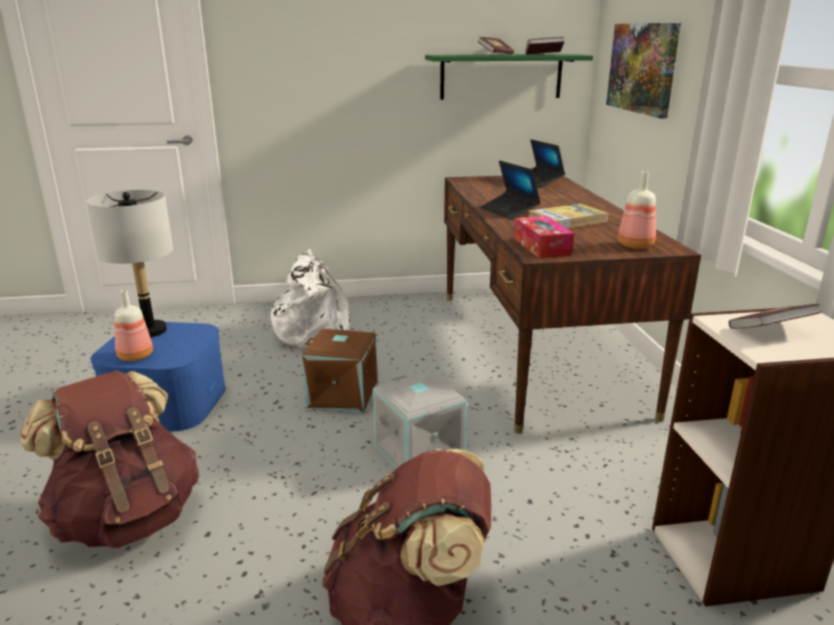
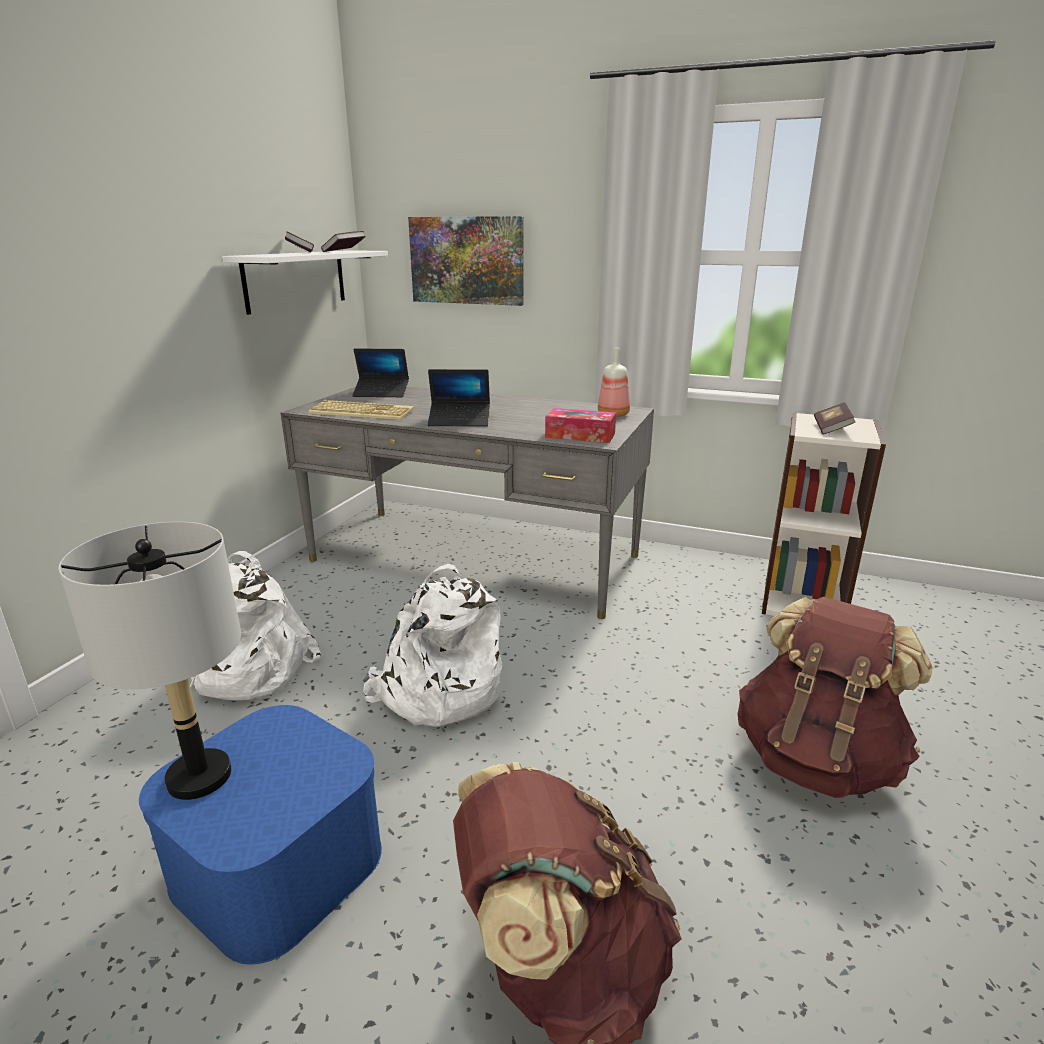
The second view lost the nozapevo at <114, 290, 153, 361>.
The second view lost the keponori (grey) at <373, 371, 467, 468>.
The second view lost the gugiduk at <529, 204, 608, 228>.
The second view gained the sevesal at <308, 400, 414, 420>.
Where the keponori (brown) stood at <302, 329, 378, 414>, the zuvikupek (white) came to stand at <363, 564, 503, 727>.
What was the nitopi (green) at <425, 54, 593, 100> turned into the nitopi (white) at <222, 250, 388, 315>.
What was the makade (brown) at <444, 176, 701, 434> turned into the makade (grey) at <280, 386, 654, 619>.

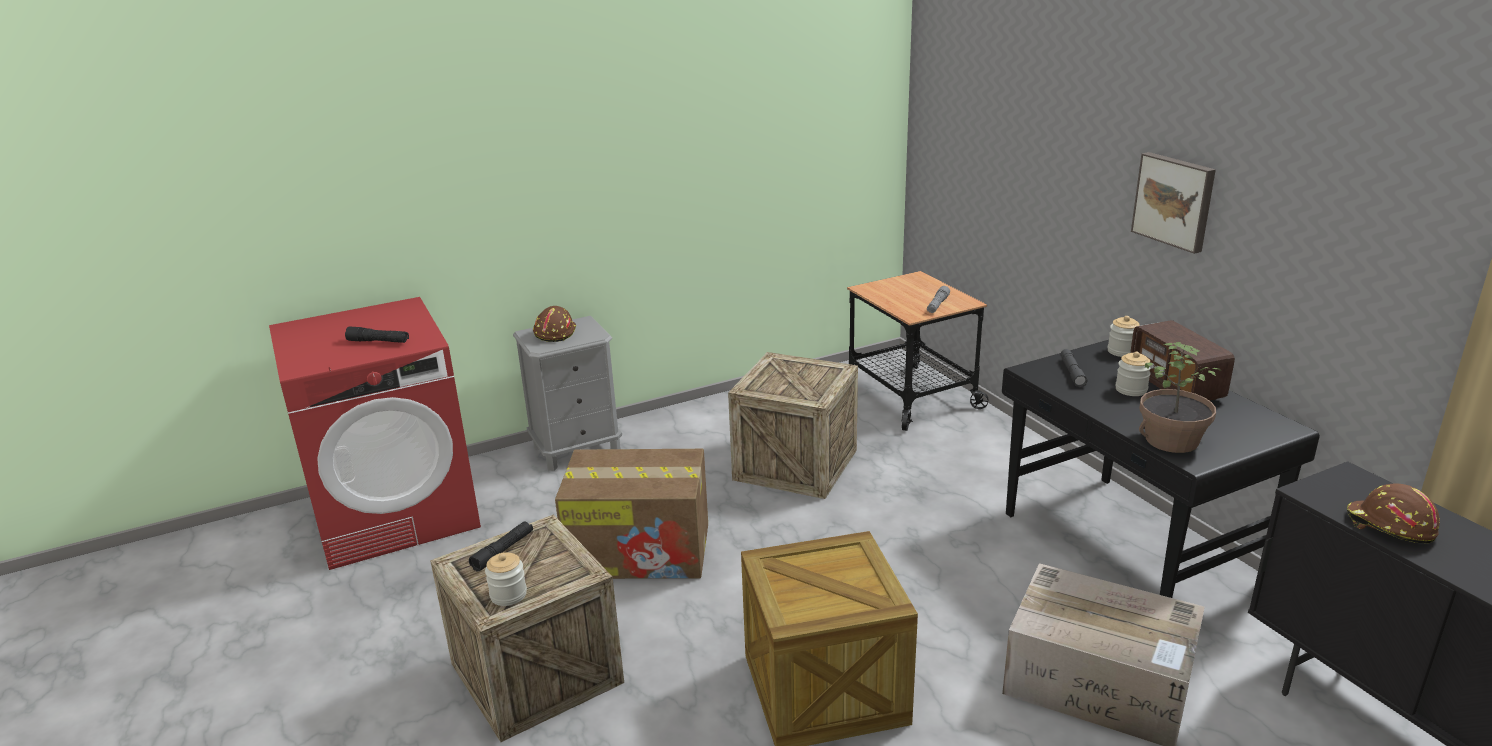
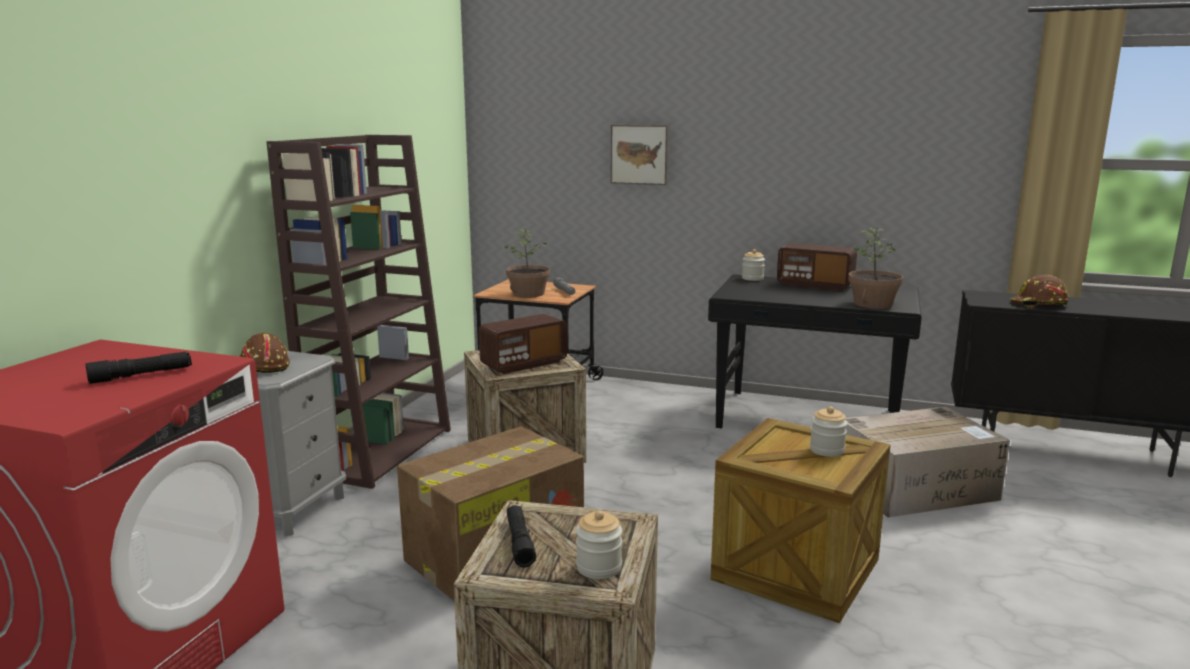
The second view lost the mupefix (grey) at <1061, 349, 1087, 387>.
The second view gained the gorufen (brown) at <267, 135, 451, 489>.
The second view gained the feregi at <479, 314, 567, 374>.
The second view gained the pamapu at <505, 229, 550, 298>.
The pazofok ended up elsewhere, having gone from <1115, 352, 1152, 396> to <810, 406, 847, 457>.
The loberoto ended up elsewhere, having gone from <1131, 152, 1216, 254> to <611, 125, 669, 185>.

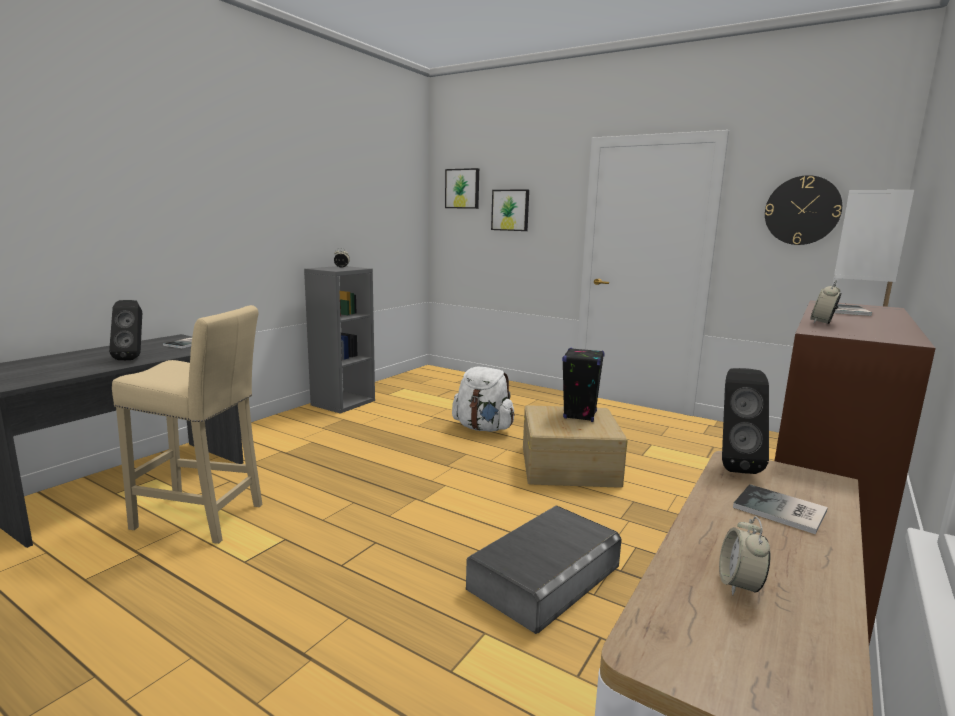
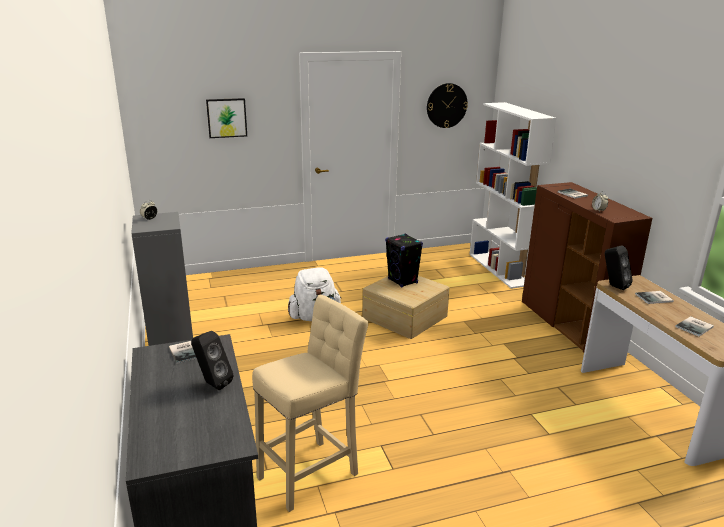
The second view lost the loberoto at <445, 168, 479, 209>.
The second view lost the keponori (grey) at <466, 506, 622, 634>.
Where the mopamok stood at <719, 516, 770, 595>, the gugiduk came to stand at <675, 316, 714, 336>.

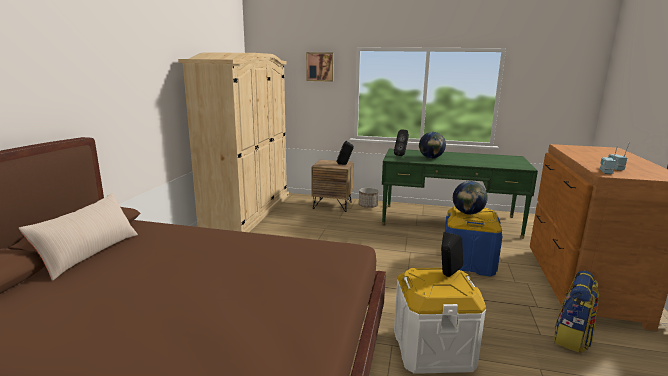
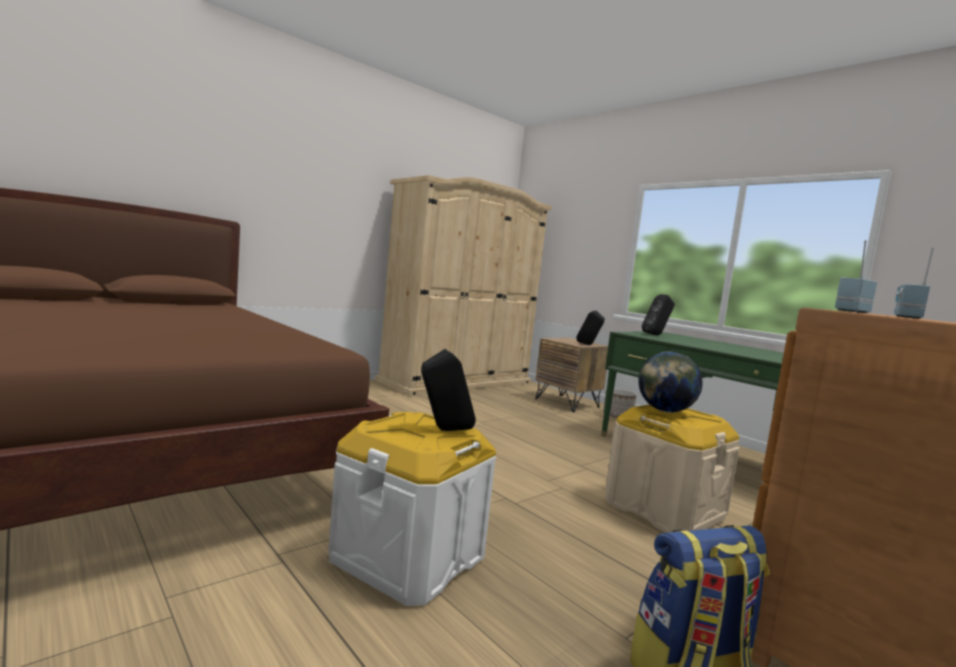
The second view lost the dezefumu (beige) at <18, 193, 138, 281>.
The second view lost the loberoto at <306, 52, 334, 82>.
The second view lost the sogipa at <419, 132, 446, 159>.
What was the keponori (blue) at <445, 206, 503, 277> turned into the keponori (beige) at <605, 404, 739, 533>.

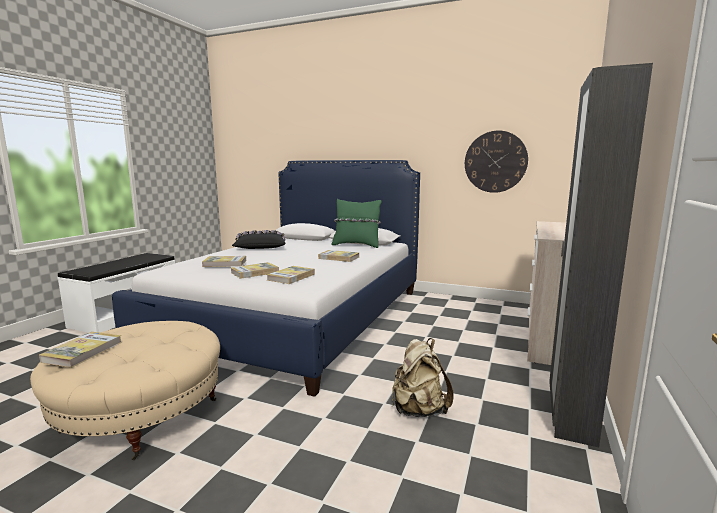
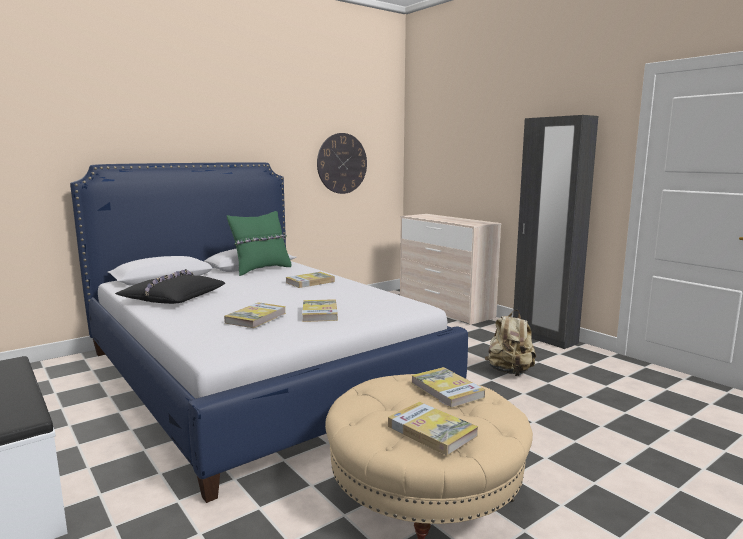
The gugiduk ended up elsewhere, having gone from <267, 266, 315, 284> to <411, 367, 485, 408>.

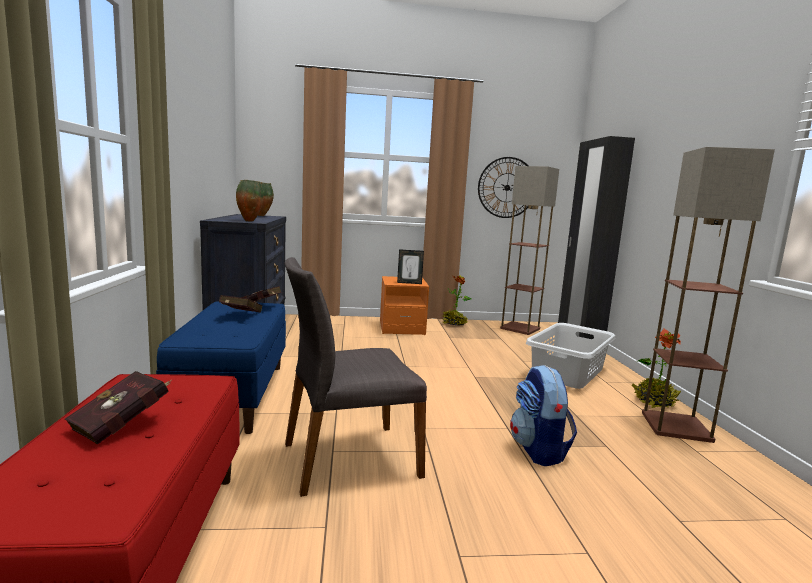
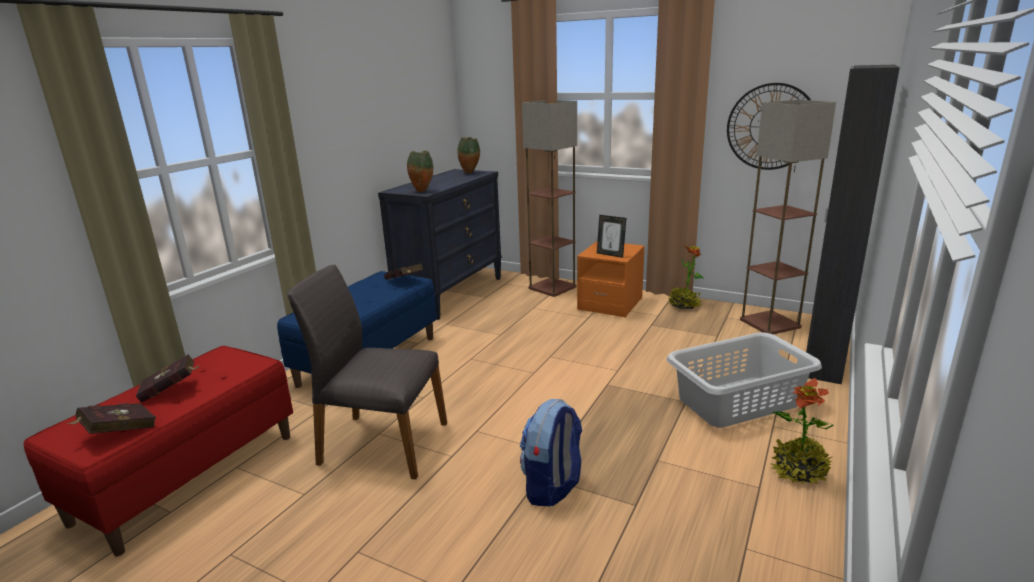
The gugiduk (red) ended up elsewhere, having gone from <219, 295, 263, 313> to <67, 403, 156, 434>.
The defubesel ended up elsewhere, having gone from <642, 147, 775, 443> to <522, 100, 577, 297>.

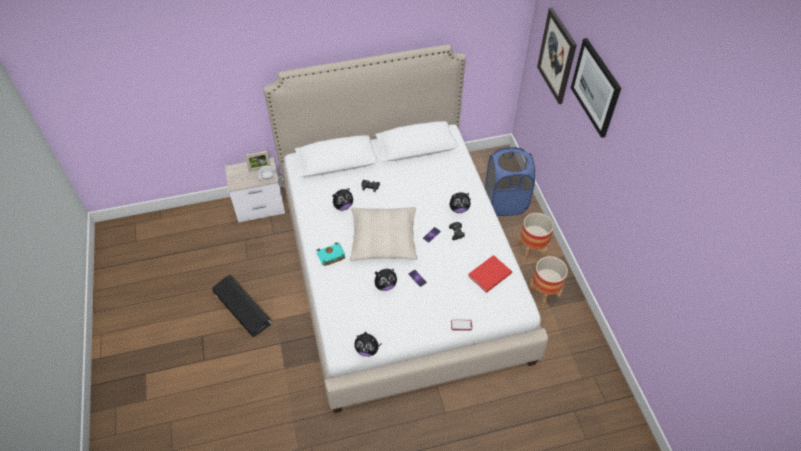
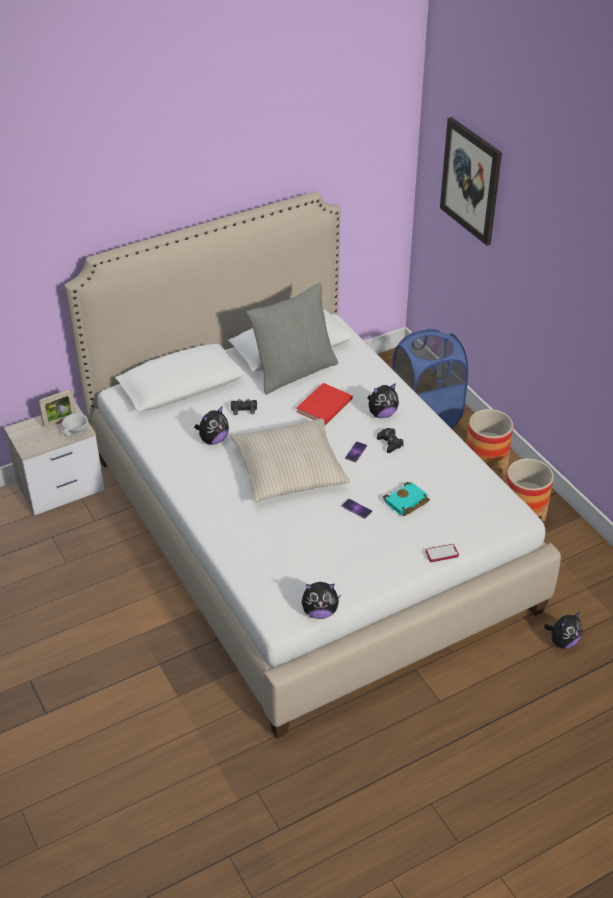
The second view lost the keponori (black) at <212, 275, 272, 338>.
The second view lost the loberoto at <571, 38, 621, 138>.
The second view gained the dezefumu (grey) at <246, 283, 338, 395>.
The gugiduk (turquoise) ended up elsewhere, having gone from <317, 242, 345, 266> to <383, 482, 430, 516>.
The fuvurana ended up elsewhere, having gone from <374, 269, 397, 291> to <544, 612, 582, 649>.
The gugiduk (red) ended up elsewhere, having gone from <468, 255, 512, 293> to <296, 383, 353, 425>.

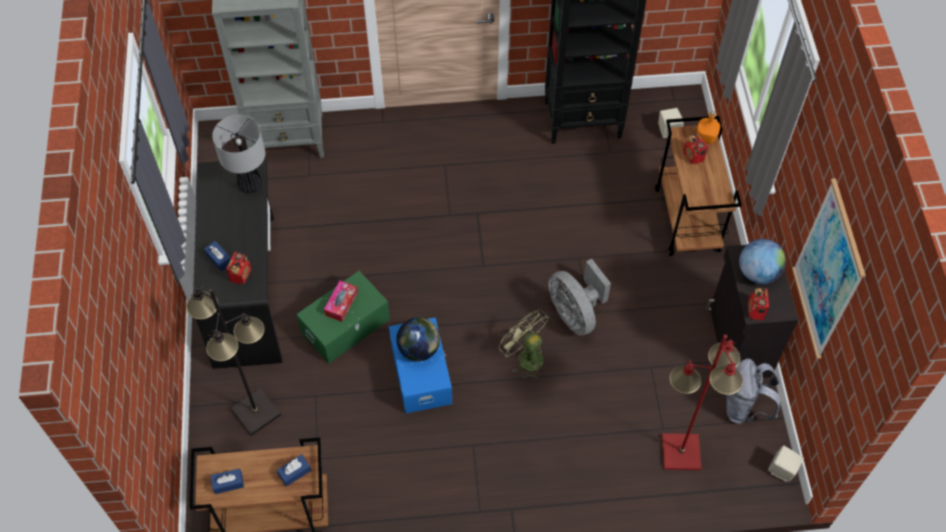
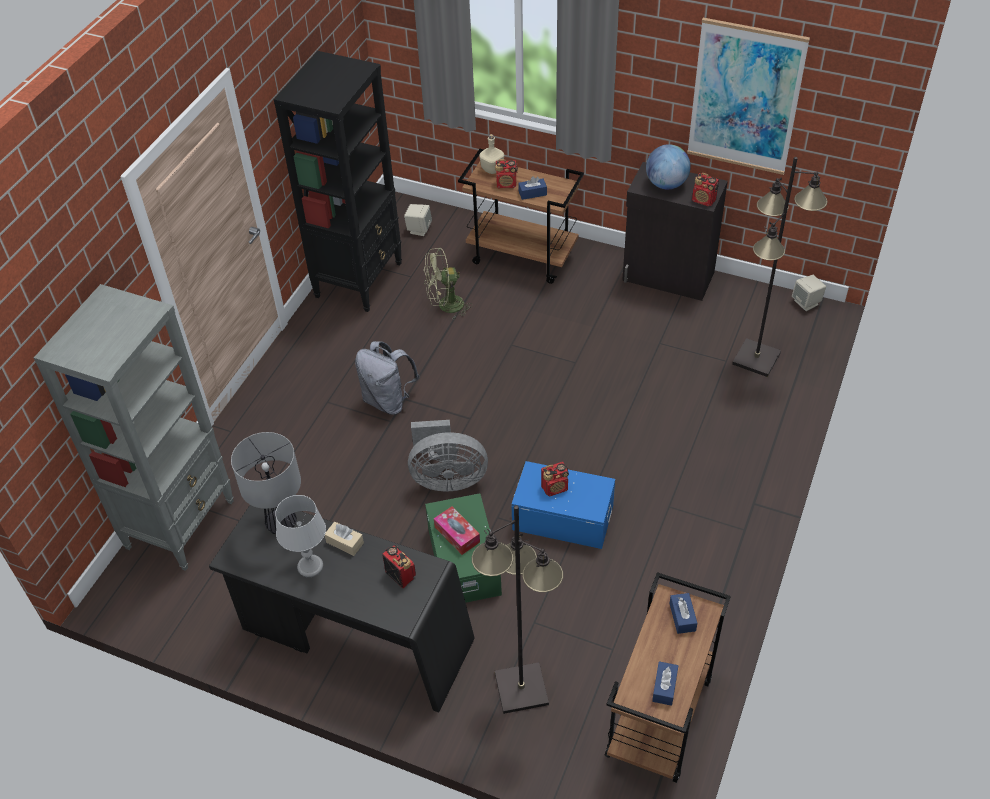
The second view gained the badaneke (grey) at <275, 495, 326, 577>.
The second view gained the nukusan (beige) at <325, 522, 364, 556>.
The nukusan (blue) ended up elsewhere, having gone from <204, 241, 231, 271> to <518, 176, 547, 200>.
The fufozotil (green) ended up elsewhere, having gone from <499, 310, 549, 378> to <425, 248, 473, 319>.
The fufozotil (grey) ended up elsewhere, having gone from <548, 259, 611, 336> to <408, 420, 488, 491>.
The zuvikupek (grey) ended up elsewhere, having gone from <726, 359, 781, 424> to <355, 341, 420, 415>.
Where the sogipa stood at <396, 318, 440, 361>, the feregi came to stand at <541, 462, 569, 496>.
What was the defubesel (red) at <662, 334, 743, 470> turned into the defubesel (black) at <732, 157, 828, 377>.
What was the nozapevo (orange) at <697, 111, 720, 144> turned into the nozapevo (beige) at <479, 134, 504, 174>.

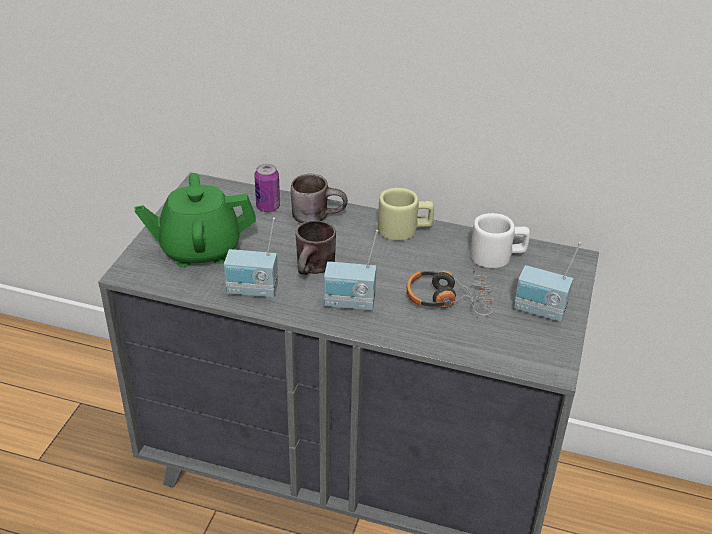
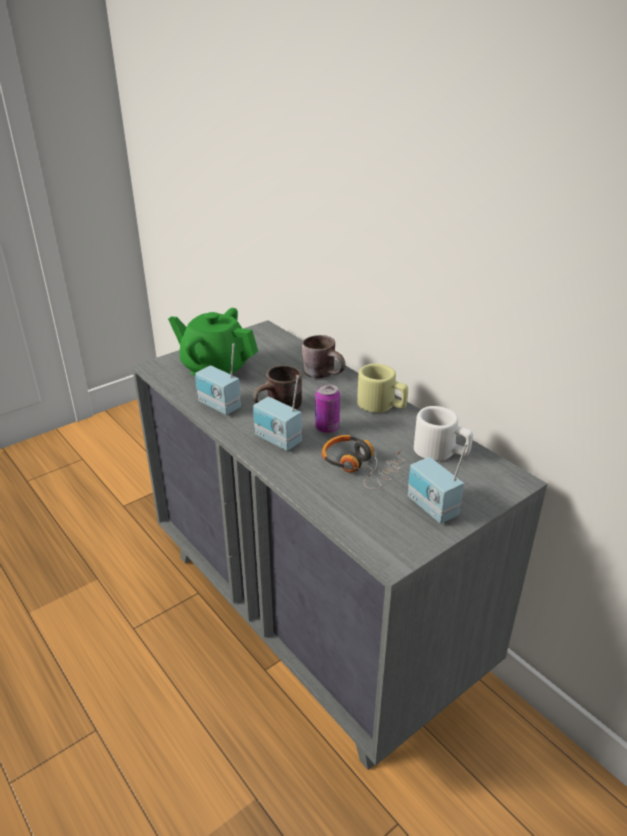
The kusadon ended up elsewhere, having gone from <254, 164, 280, 212> to <315, 384, 340, 433>.

